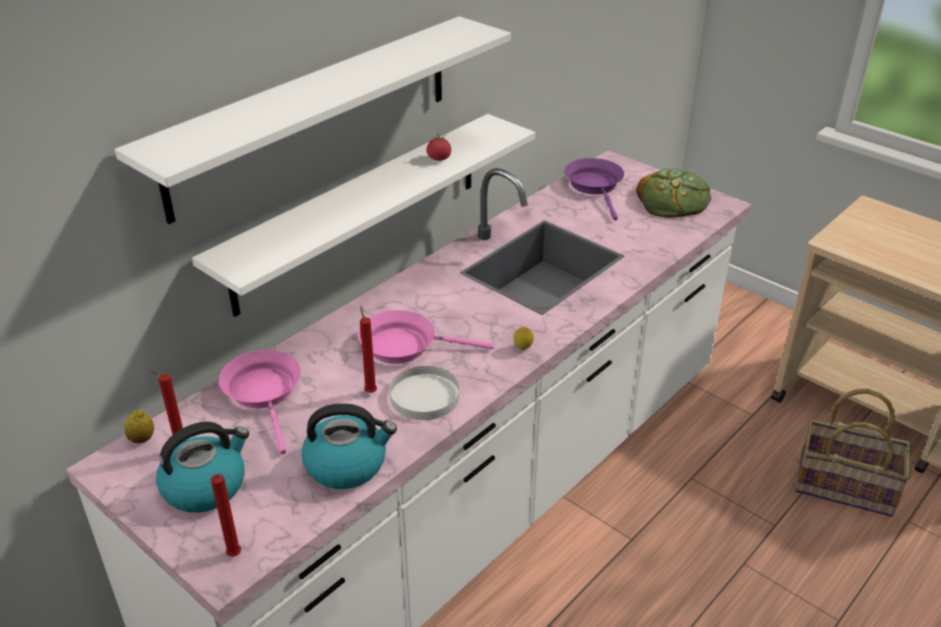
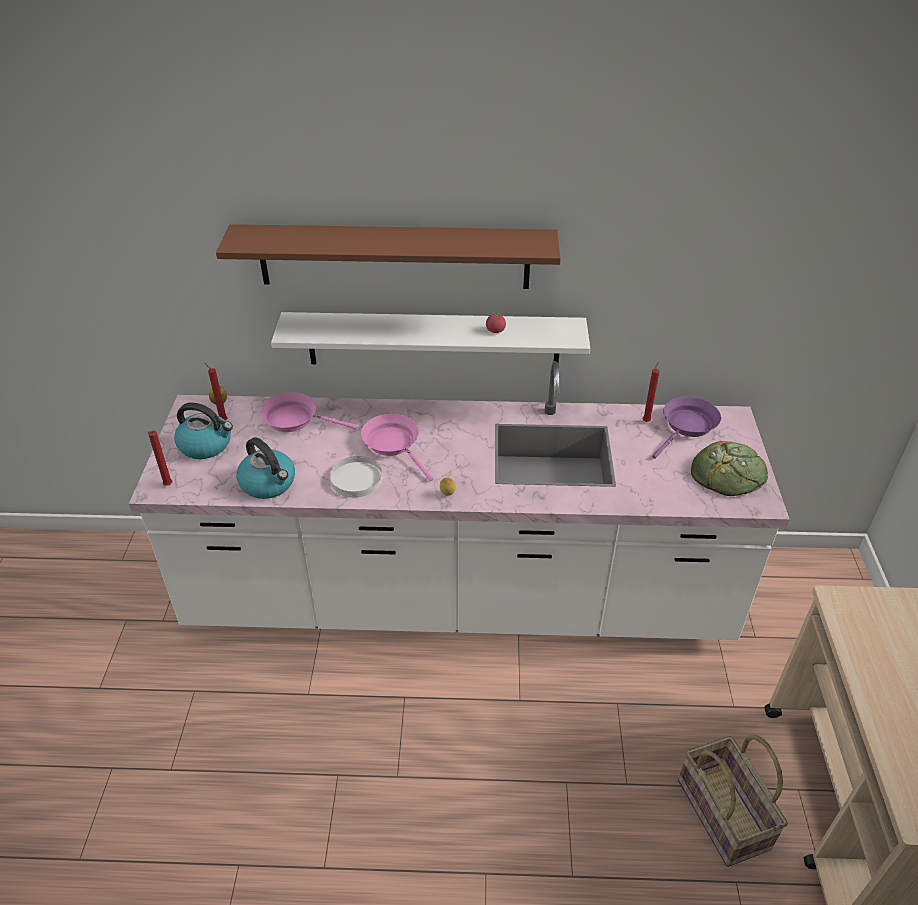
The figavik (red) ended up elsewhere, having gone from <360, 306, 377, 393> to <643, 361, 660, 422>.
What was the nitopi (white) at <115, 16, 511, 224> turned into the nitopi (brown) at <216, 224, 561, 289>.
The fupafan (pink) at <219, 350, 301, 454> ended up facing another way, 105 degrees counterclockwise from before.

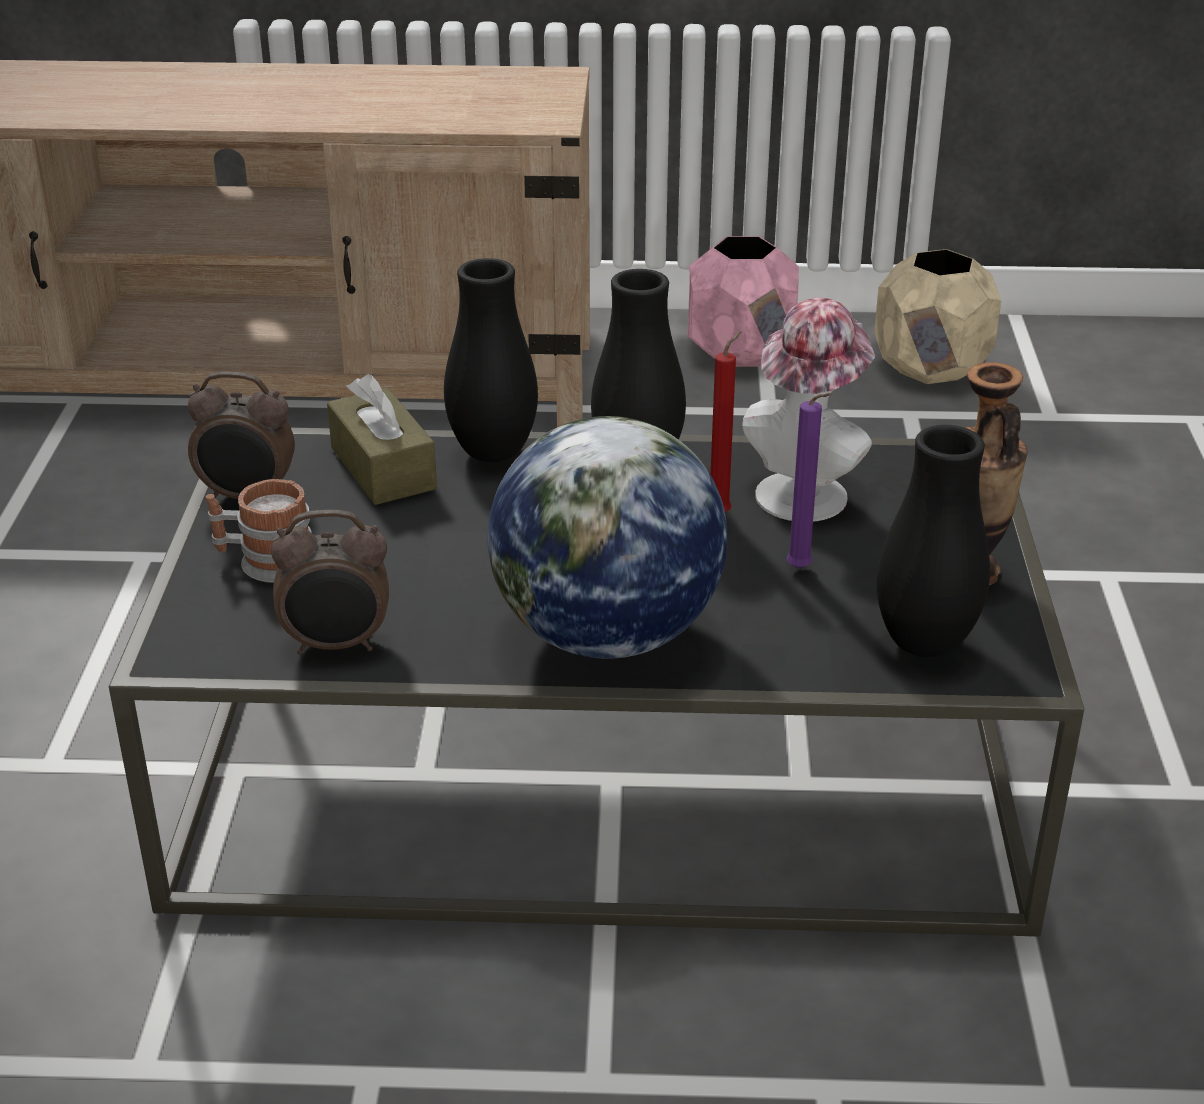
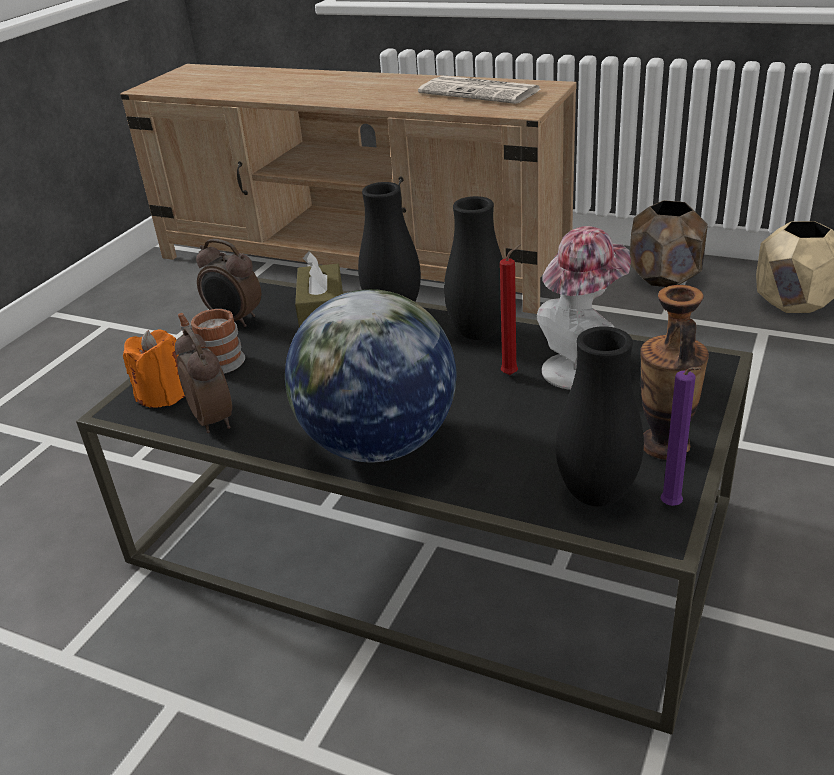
The second view gained the figavik (orange) at <123, 329, 185, 408>.
The second view gained the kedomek at <418, 76, 541, 104>.
The figavik (purple) ended up elsewhere, having gone from <787, 393, 831, 569> to <660, 367, 701, 506>.
What was the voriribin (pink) at <687, 236, 799, 367> turned into the voriribin (brown) at <630, 200, 708, 287>.
The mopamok at <271, 510, 389, 655> ended up facing another way, 135 degrees counterclockwise from before.

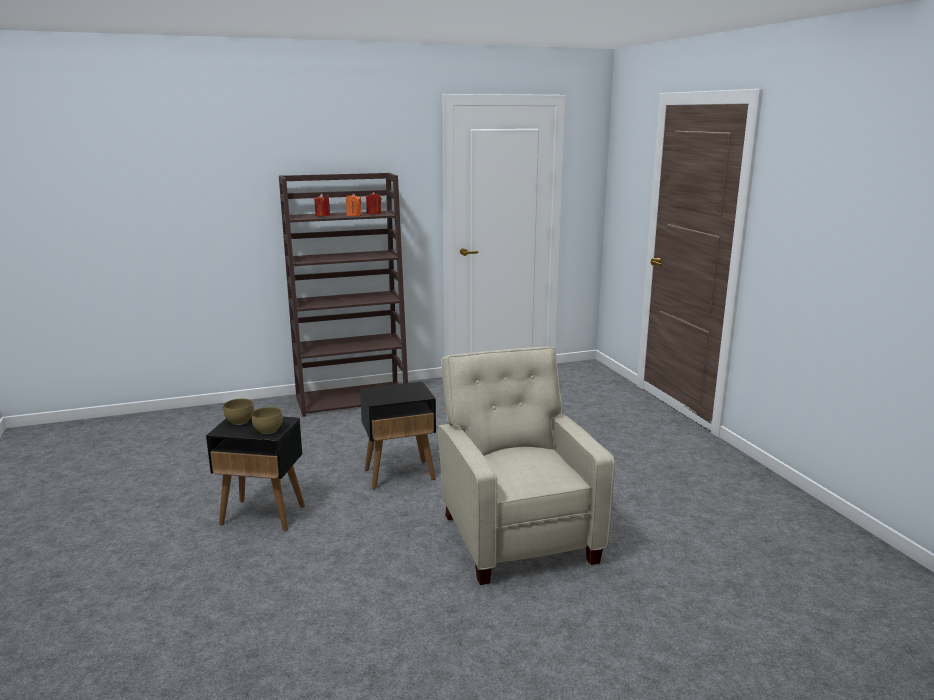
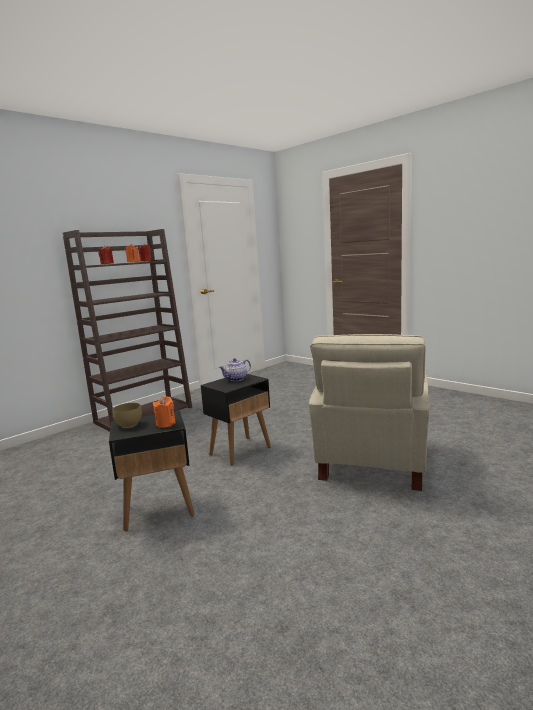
The second view gained the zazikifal at <219, 358, 251, 381>.
Where the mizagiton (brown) stood at <252, 407, 283, 434>, the figavik (orange) came to stand at <153, 396, 176, 428>.
The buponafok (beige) at <438, 347, 615, 585> ended up facing another way, 120 degrees counterclockwise from before.

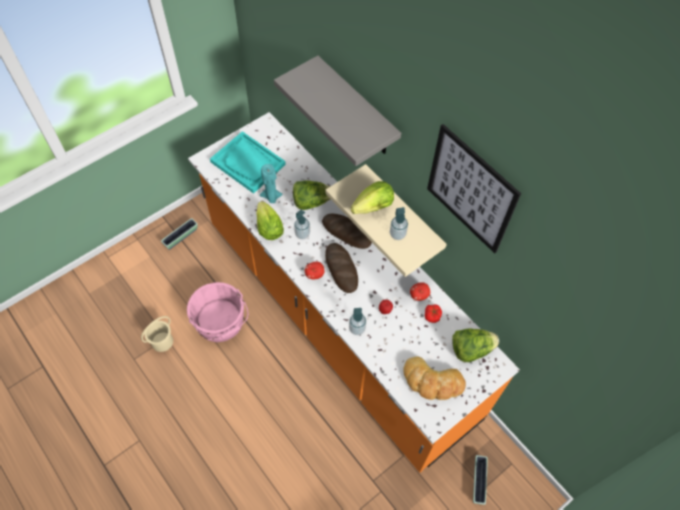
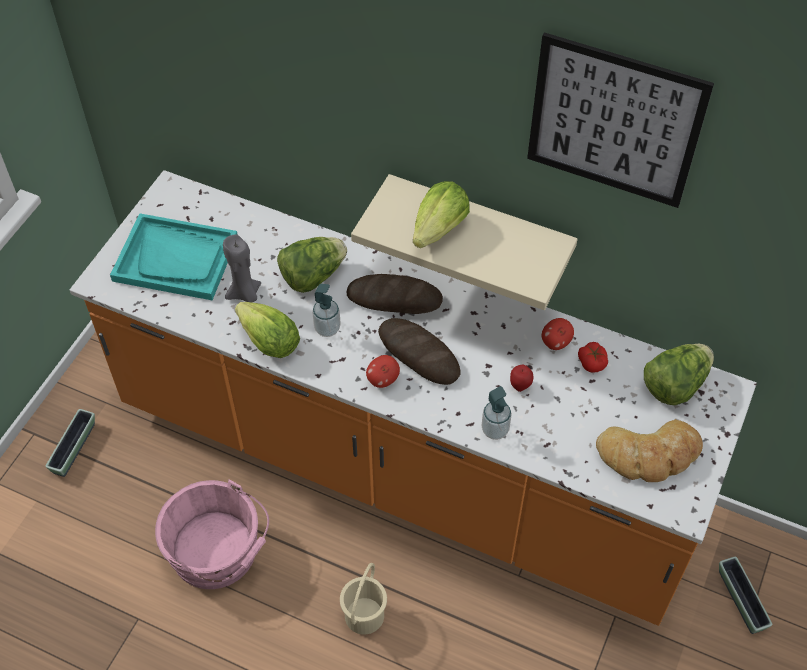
The second view lost the nitopi (grey) at <274, 56, 401, 166>.
The second view lost the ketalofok at <390, 207, 408, 240>.
The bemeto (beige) ended up elsewhere, having gone from <141, 316, 173, 352> to <340, 563, 387, 635>.
What was the figavik (turquoise) at <260, 164, 283, 203> turned into the figavik (grey) at <223, 234, 261, 302>.

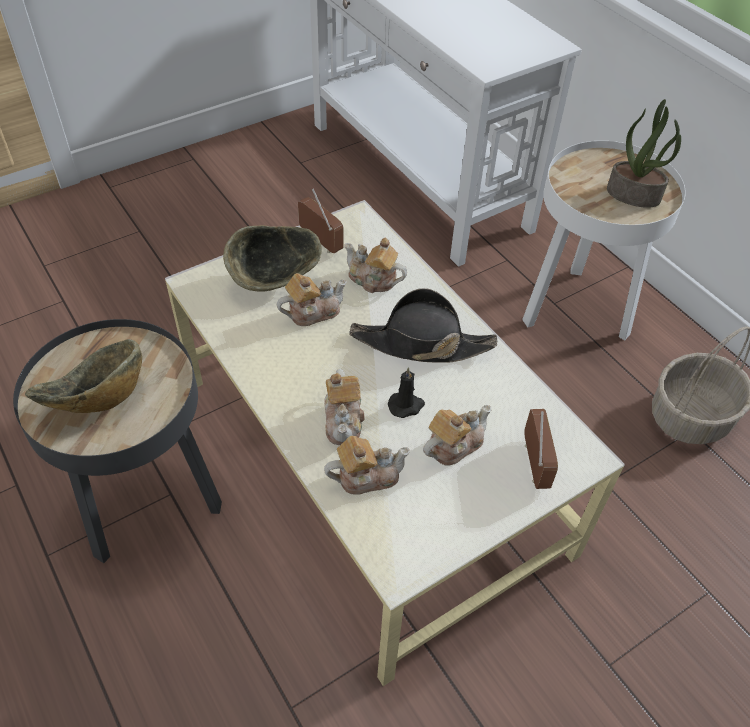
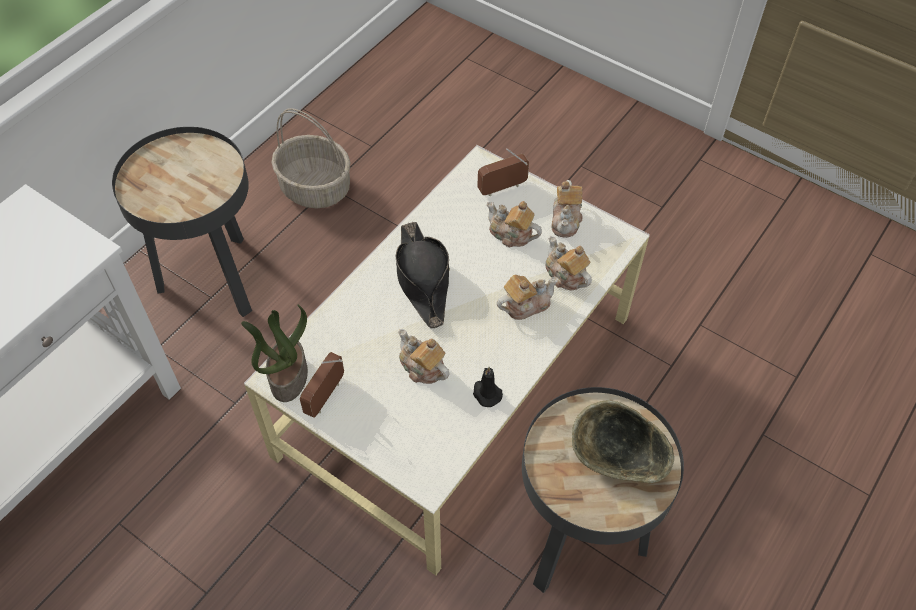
The second view lost the mizagiton at <223, 225, 322, 292>.
The zazikifal ended up elsewhere, having gone from <345, 237, 407, 293> to <551, 180, 582, 238>.
The figavik (black) ended up elsewhere, having gone from <388, 367, 425, 418> to <473, 367, 503, 407>.
The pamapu ended up elsewhere, having gone from <607, 99, 681, 208> to <241, 304, 308, 402>.
What was the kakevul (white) at <522, 141, 686, 340> turned into the kakevul (black) at <112, 127, 252, 317>.

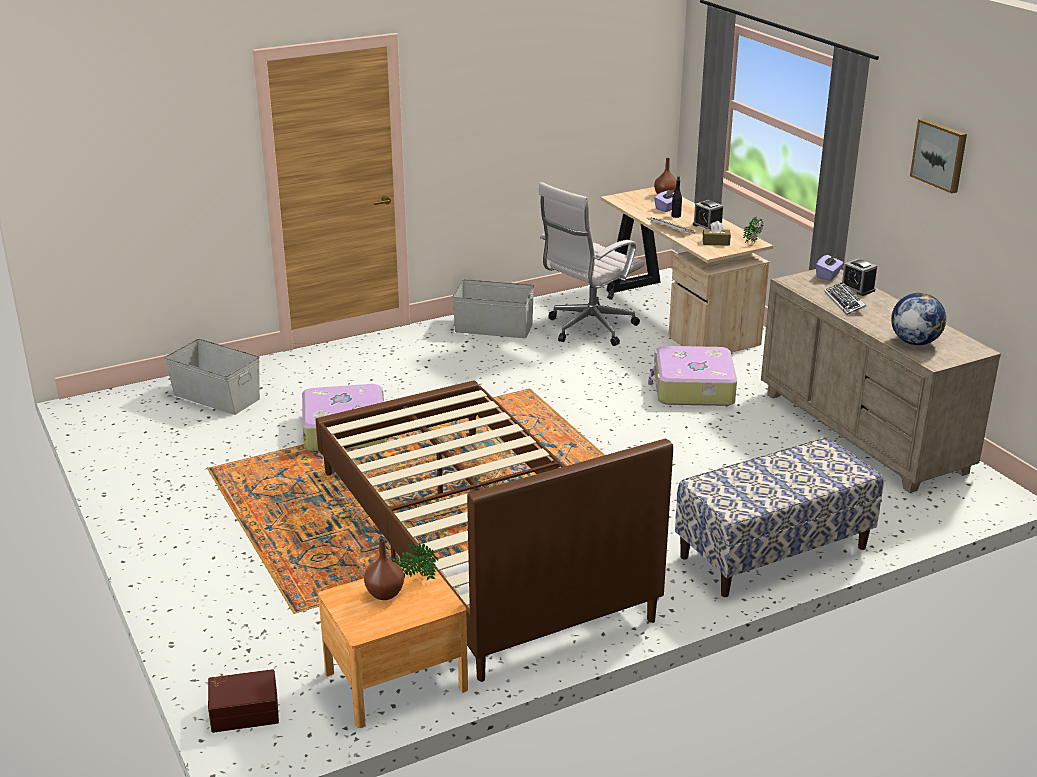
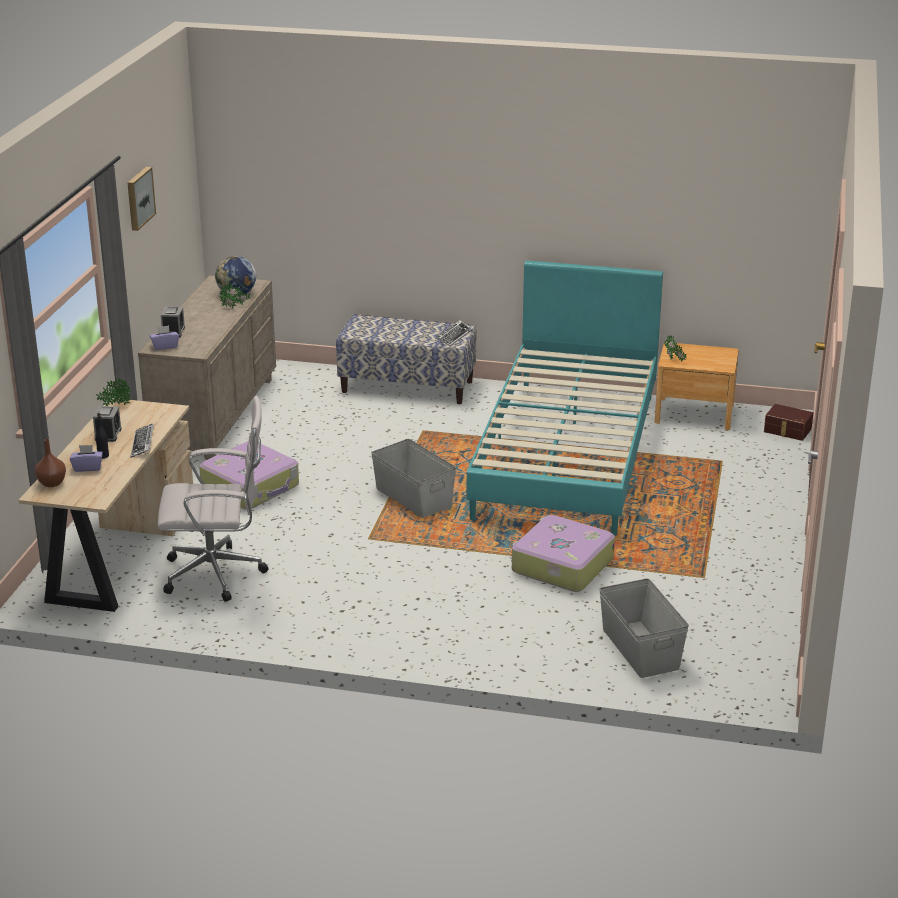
The second view lost the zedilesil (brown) at <364, 539, 404, 600>.
The second view lost the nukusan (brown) at <703, 221, 731, 246>.
The second view gained the pamapu at <219, 283, 250, 308>.
The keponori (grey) ended up elsewhere, having gone from <452, 279, 534, 338> to <371, 439, 456, 518>.
The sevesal ended up elsewhere, having gone from <824, 282, 866, 315> to <436, 320, 472, 346>.
What was the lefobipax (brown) at <316, 380, 673, 682> turned into the lefobipax (turquoise) at <467, 260, 663, 536>.

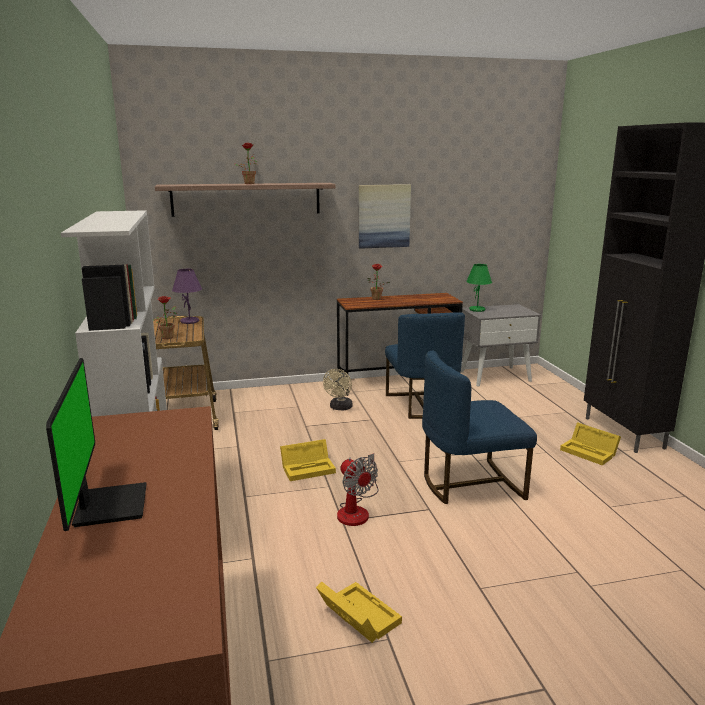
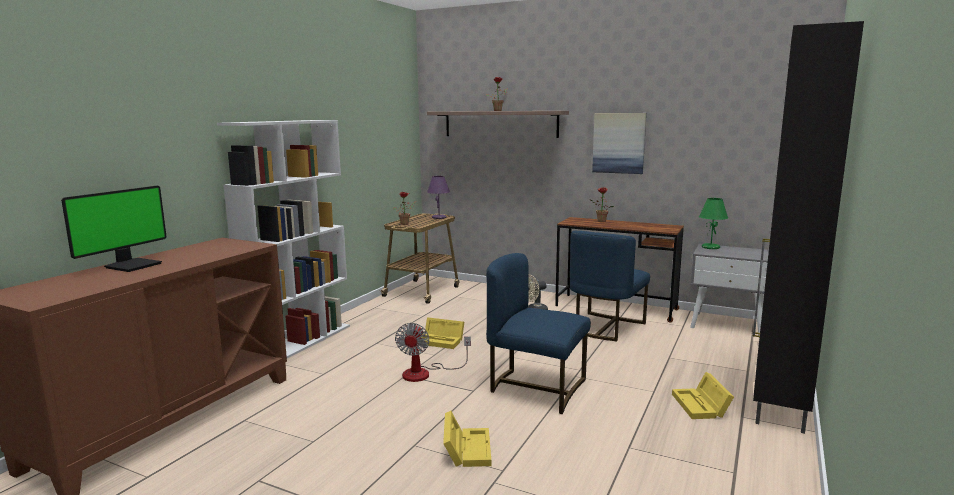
The keponori (yellow) ended up elsewhere, having gone from <316, 582, 402, 643> to <443, 411, 491, 467>.

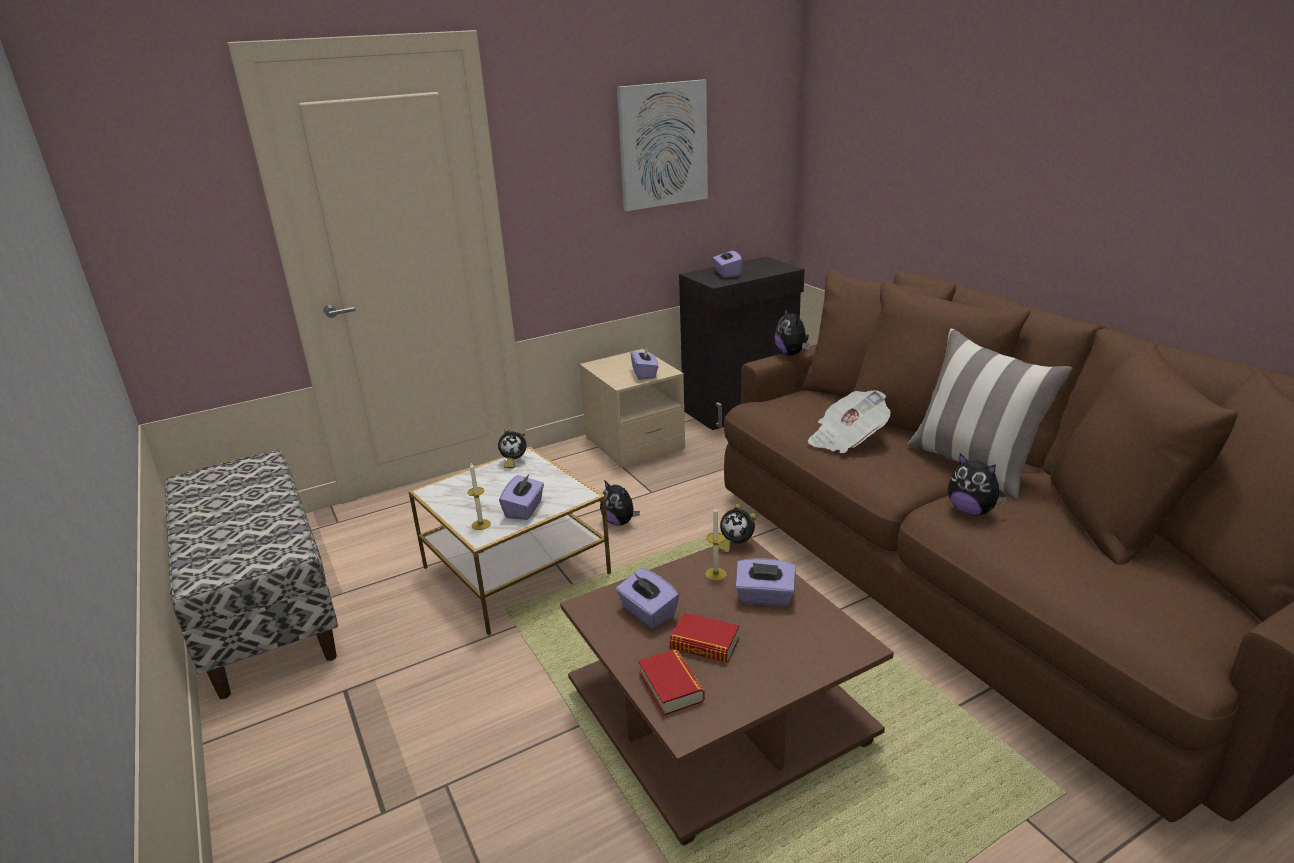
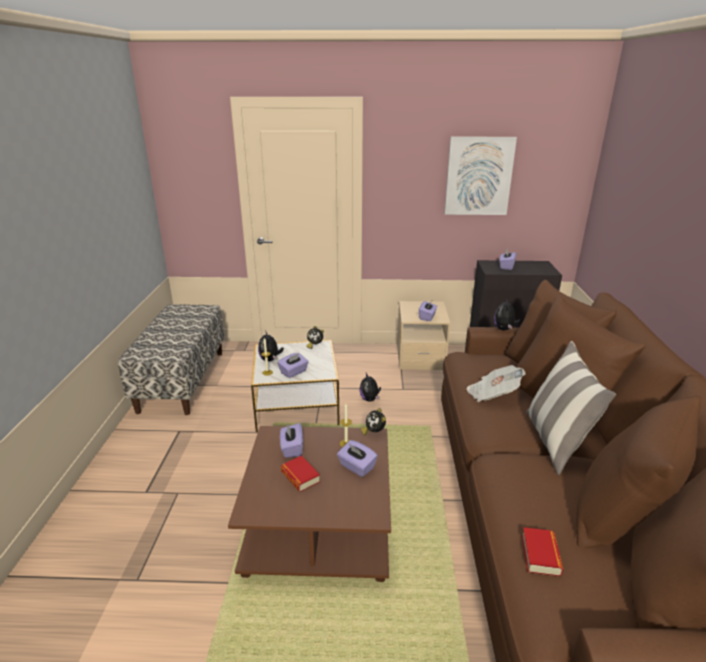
The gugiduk ended up elsewhere, having gone from <638, 649, 705, 716> to <522, 527, 563, 576>.
The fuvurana ended up elsewhere, having gone from <948, 453, 1008, 516> to <258, 330, 284, 362>.

